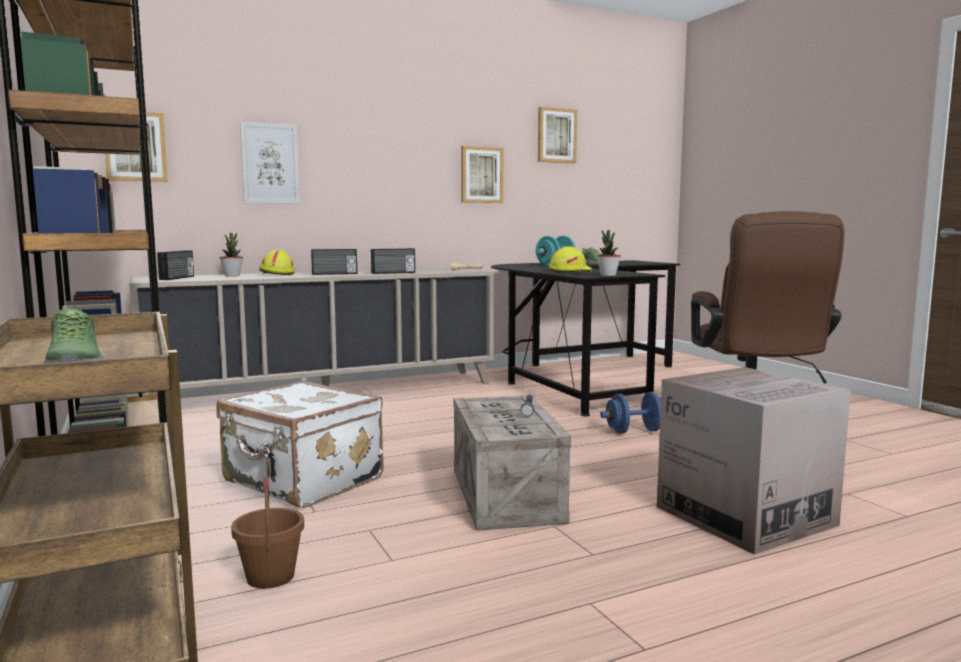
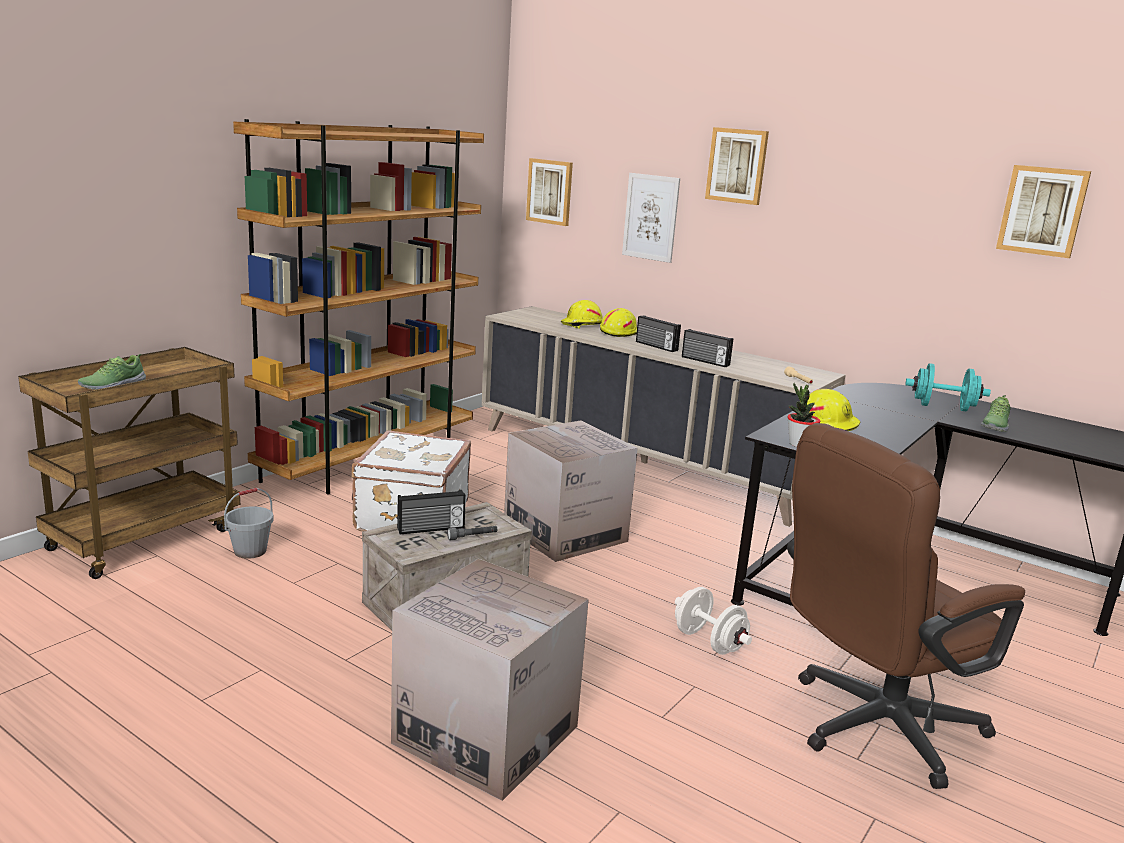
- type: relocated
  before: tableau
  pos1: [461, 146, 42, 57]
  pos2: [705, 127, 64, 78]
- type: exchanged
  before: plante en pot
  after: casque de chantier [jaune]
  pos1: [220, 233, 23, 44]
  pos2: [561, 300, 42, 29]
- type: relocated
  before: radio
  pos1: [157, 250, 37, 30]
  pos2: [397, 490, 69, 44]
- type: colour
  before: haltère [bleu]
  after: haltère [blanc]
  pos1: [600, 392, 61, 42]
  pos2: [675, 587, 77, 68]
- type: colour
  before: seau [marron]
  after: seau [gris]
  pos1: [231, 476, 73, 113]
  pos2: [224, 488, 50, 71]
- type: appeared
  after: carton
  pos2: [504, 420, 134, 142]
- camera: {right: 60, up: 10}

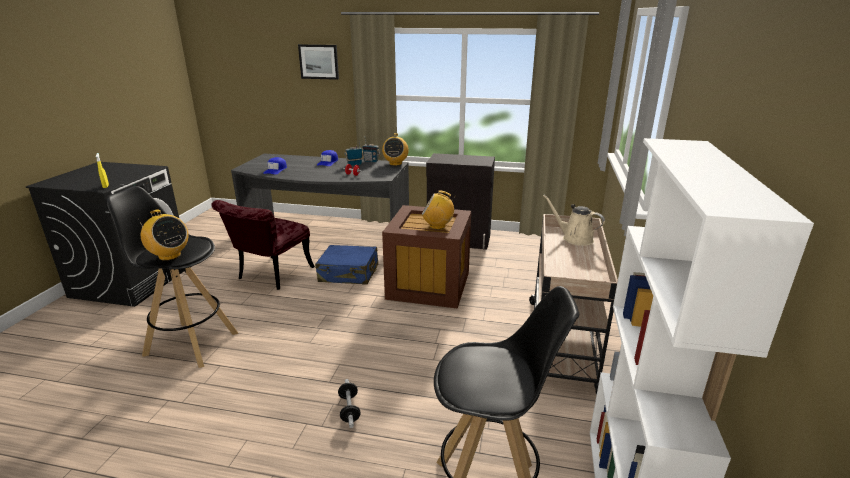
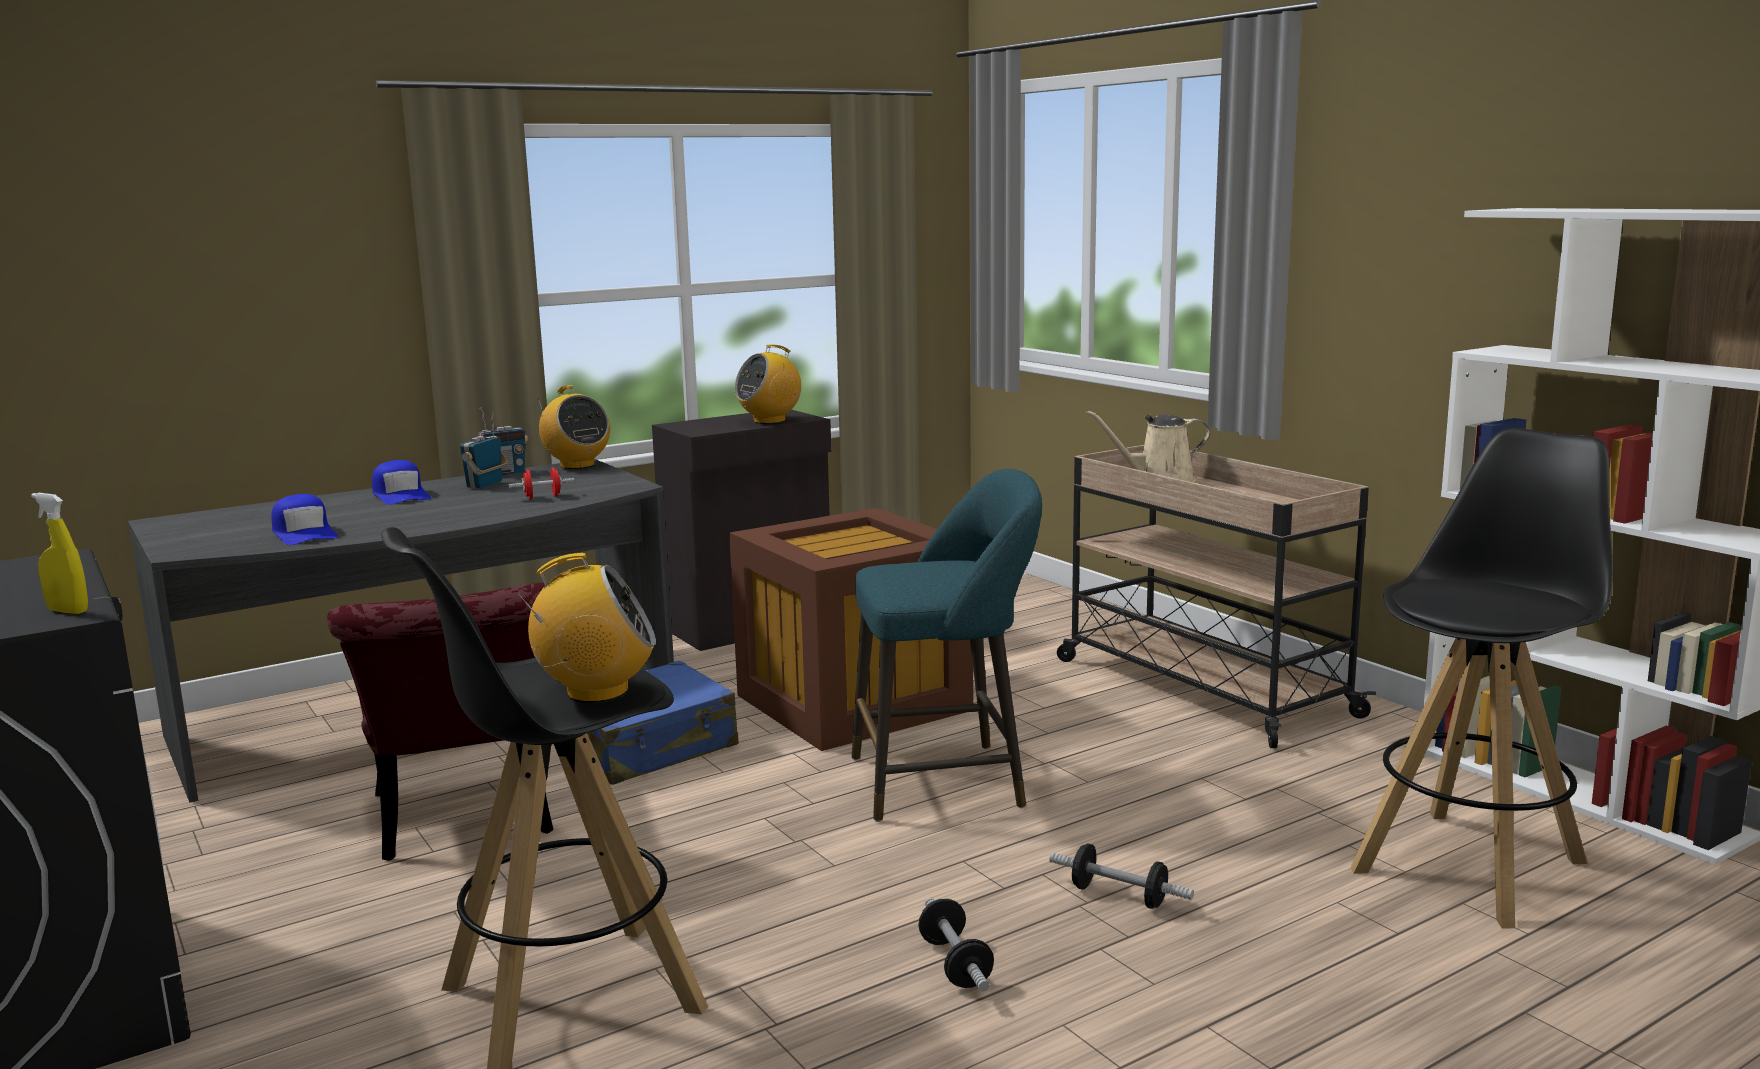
- type: missing
  before: tableau
  pos1: [298, 44, 41, 36]
- type: relocated
  before: radio
  pos1: [422, 190, 32, 40]
  pos2: [735, 344, 66, 80]
- type: appeared
  after: tabouret [turquoise]
  pos2: [852, 469, 190, 353]
- type: appeared
  after: haltère
  pos2: [918, 898, 76, 94]
- camera: {right: -45, up: -10}

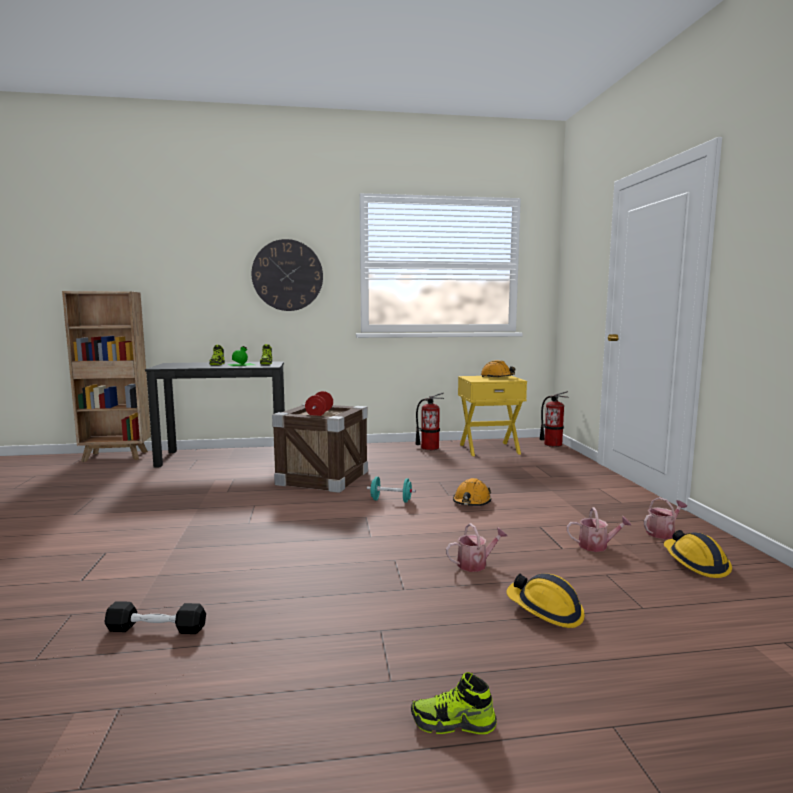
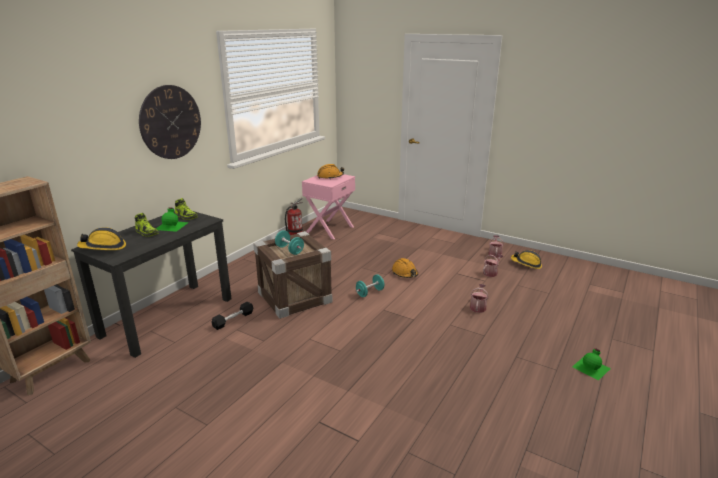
- type: colour
  before: table de chevet [jaune]
  after: table de chevet [rose]
  pos1: [458, 376, 69, 80]
  pos2: [302, 174, 53, 65]
- type: colour
  before: haltère [rouge]
  after: haltère [turquoise]
  pos1: [305, 391, 28, 25]
  pos2: [275, 230, 29, 25]
- type: missing
  before: extincteur
  pos1: [540, 391, 29, 56]
- type: relocated
  before: casque de chantier
  pos1: [506, 573, 79, 55]
  pos2: [77, 227, 49, 23]
- type: relocated
  before: haltère [noir]
  pos1: [105, 601, 101, 33]
  pos2: [212, 302, 41, 28]
- type: exchanged
  before: chaussure
  after: bouteille [vert]
  pos1: [411, 672, 86, 62]
  pos2: [572, 348, 39, 32]
- camera: {right: -50, up: 15}

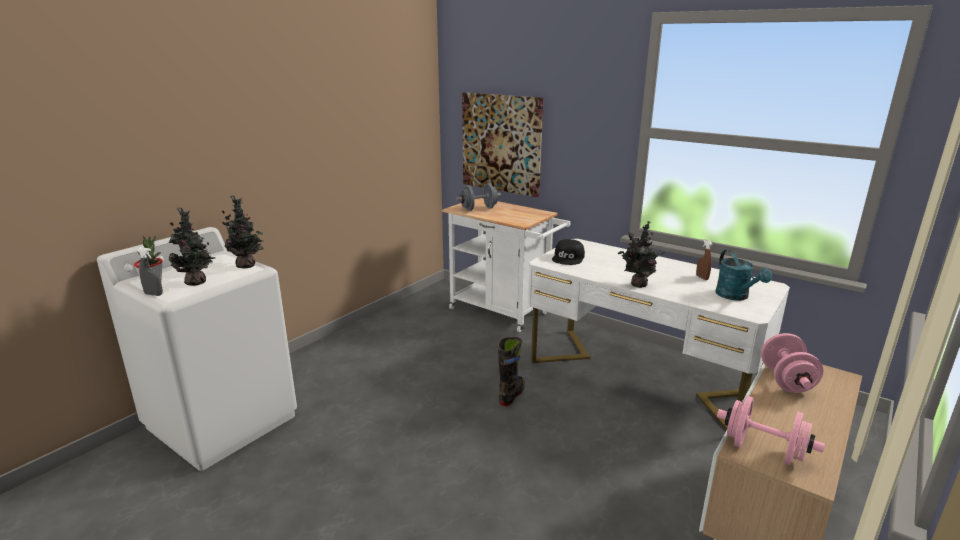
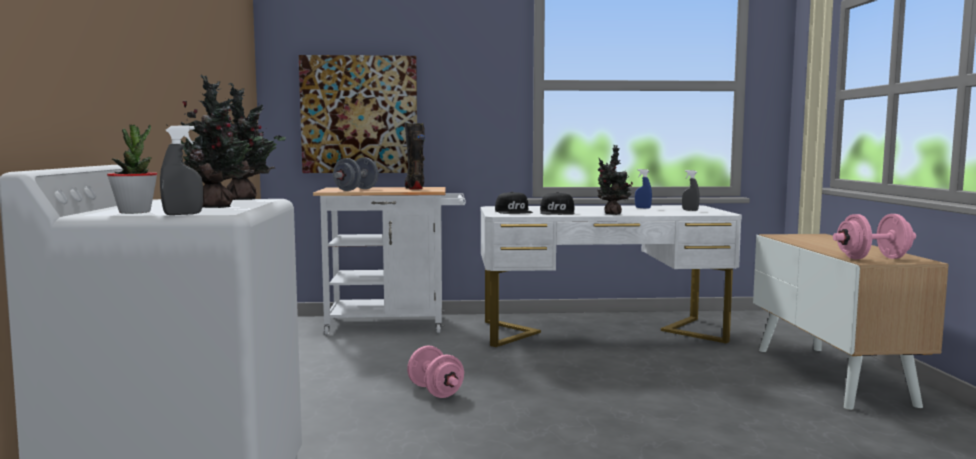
- type: colour
  before: vaporisateur [marron]
  after: vaporisateur [bleu]
  pos1: [696, 239, 16, 41]
  pos2: [635, 169, 17, 40]
- type: exchanged
  before: arrosoir [turquoise]
  after: vaporisateur [gris]
  pos1: [715, 249, 57, 52]
  pos2: [682, 170, 18, 41]
- type: relocated
  before: haltère [rose]
  pos1: [761, 333, 62, 60]
  pos2: [407, 346, 57, 52]
- type: relocated
  before: botte [noir]
  pos1: [498, 337, 27, 69]
  pos2: [404, 122, 21, 68]
- type: appeared
  after: casquette [noir]
  pos2: [540, 192, 35, 23]
- camera: {right: -40, up: -15}

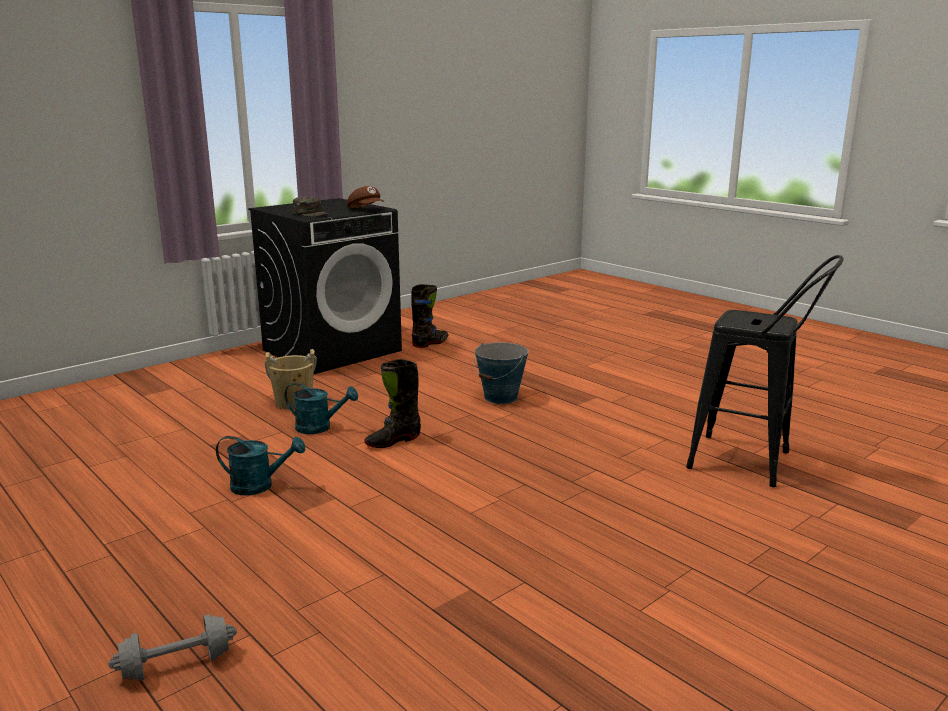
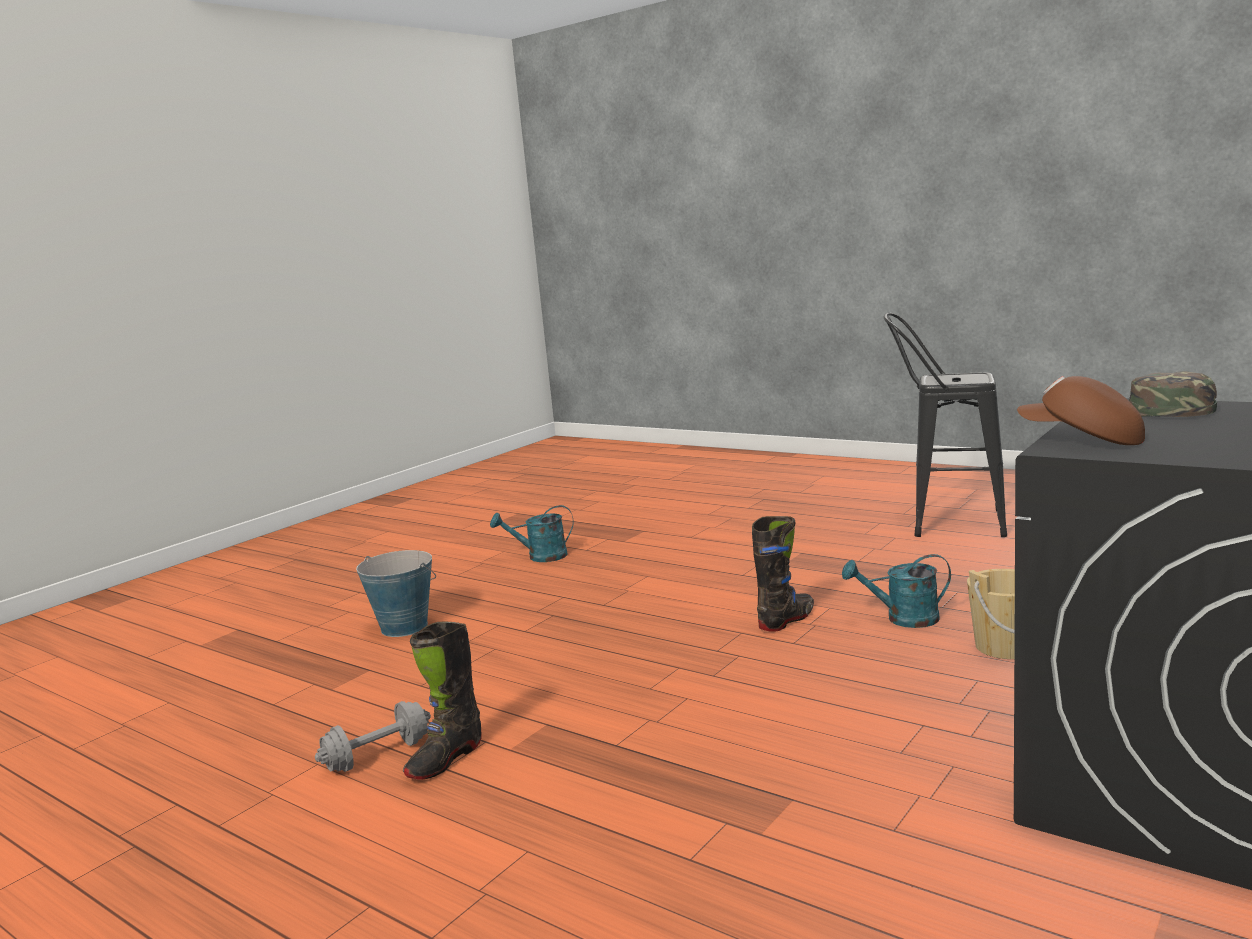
- type: relocated
  before: tabouret [noir]
  pos1: [686, 255, 158, 232]
  pos2: [884, 313, 123, 224]
- type: relocated
  before: botte [noir]
  pos1: [411, 284, 37, 64]
  pos2: [403, 622, 79, 158]
- type: relocated
  before: seau
  pos1: [474, 342, 54, 62]
  pos2: [356, 550, 80, 87]
- type: relocated
  before: arrosoir [turquoise]
  pos1: [216, 436, 89, 60]
  pos2: [490, 505, 83, 57]
- type: relocated
  before: haltère [gris]
  pos1: [108, 614, 129, 67]
  pos2: [315, 701, 116, 71]
- camera: {right: 170, up: -5}

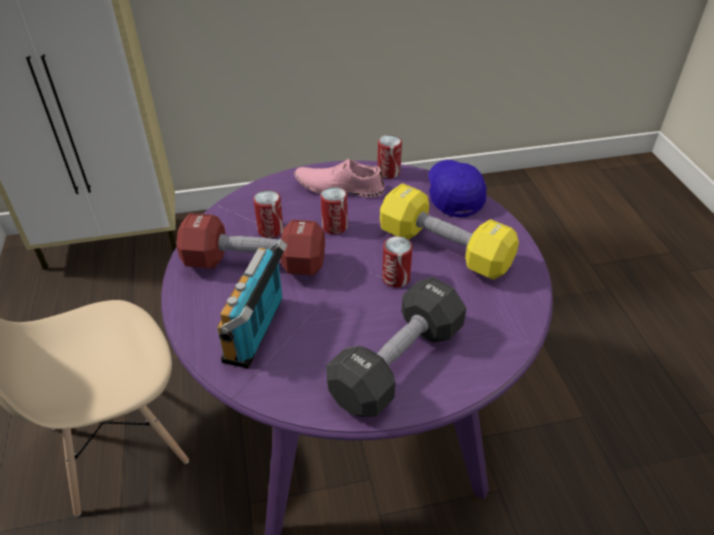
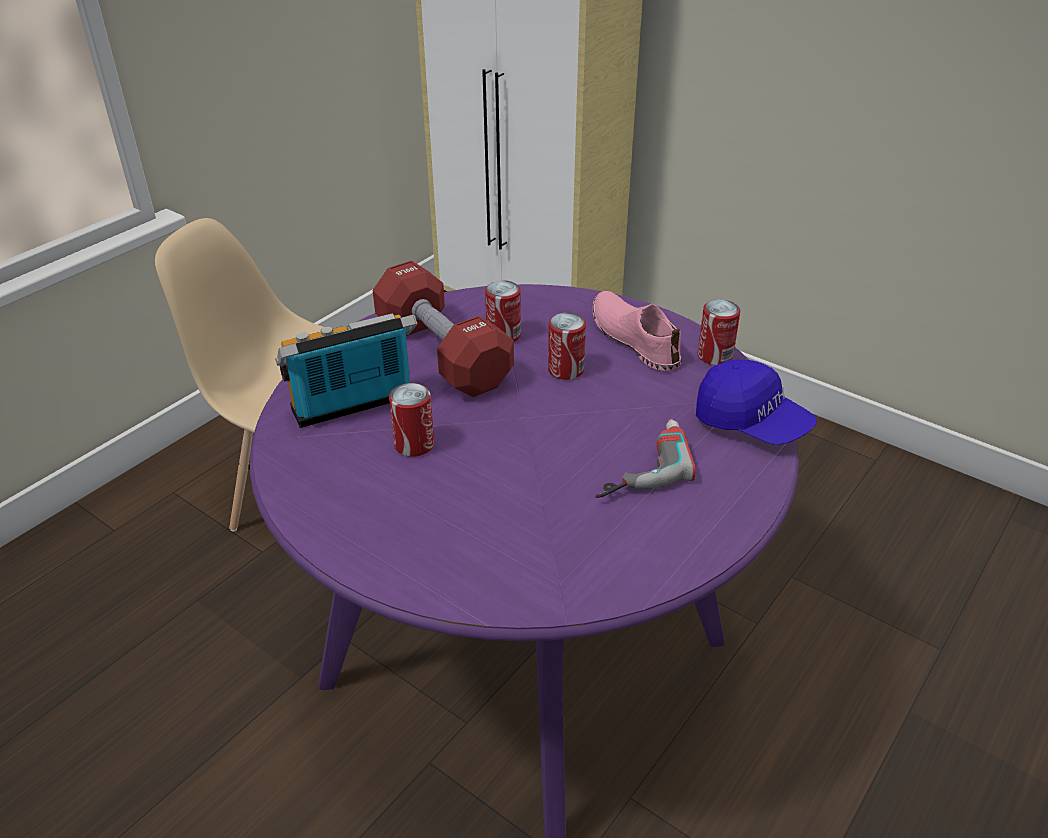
- type: spun
  before: casquette [bleu]
  pos1: [428, 160, 59, 57]
  pos2: [696, 359, 121, 86]
  turn: 90
- type: exchanged
  before: haltère [jaune]
  after: perceuse
  pos1: [380, 183, 139, 97]
  pos2: [595, 419, 101, 79]
- type: relocated
  before: boîte métallique
  pos1: [382, 236, 31, 52]
  pos2: [389, 383, 45, 74]
- type: missing
  before: haltère [noir]
  pos1: [326, 277, 140, 140]
- camera: {right: 50, up: -5}

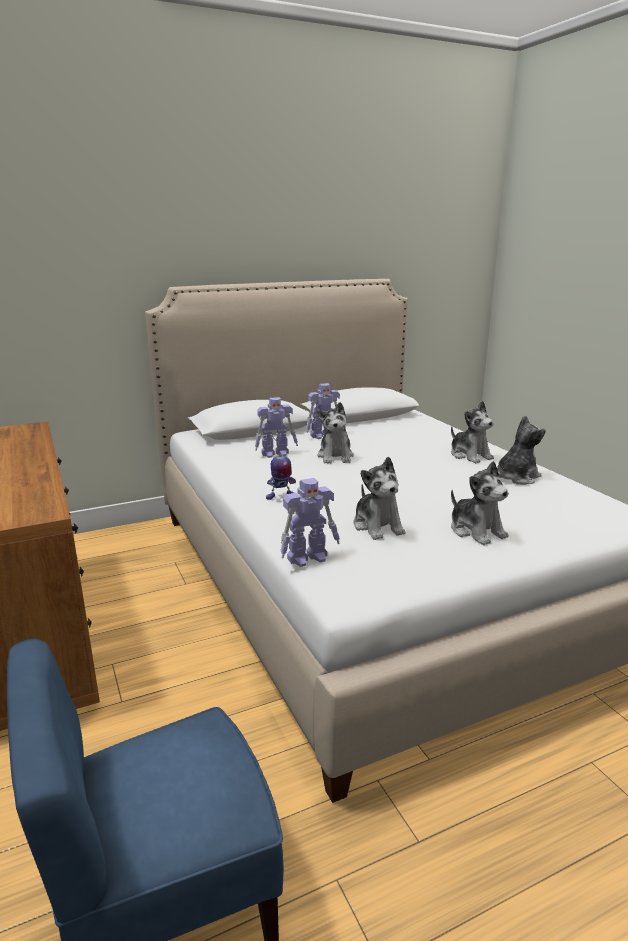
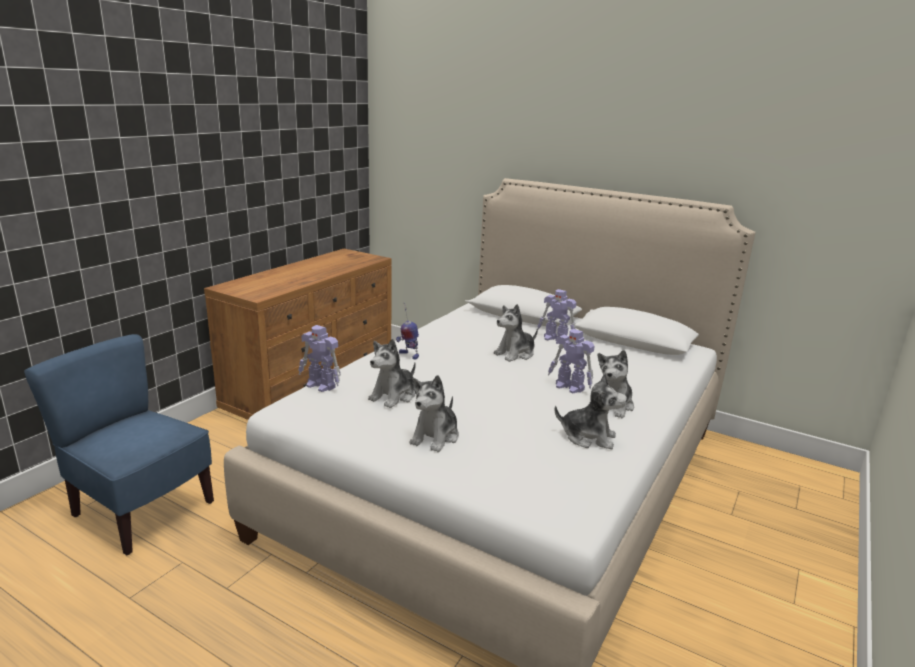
- type: relocated
  before: robot jouet
  pos1: [255, 397, 43, 61]
  pos2: [548, 329, 47, 64]
- camera: {right: 55, up: 0}

